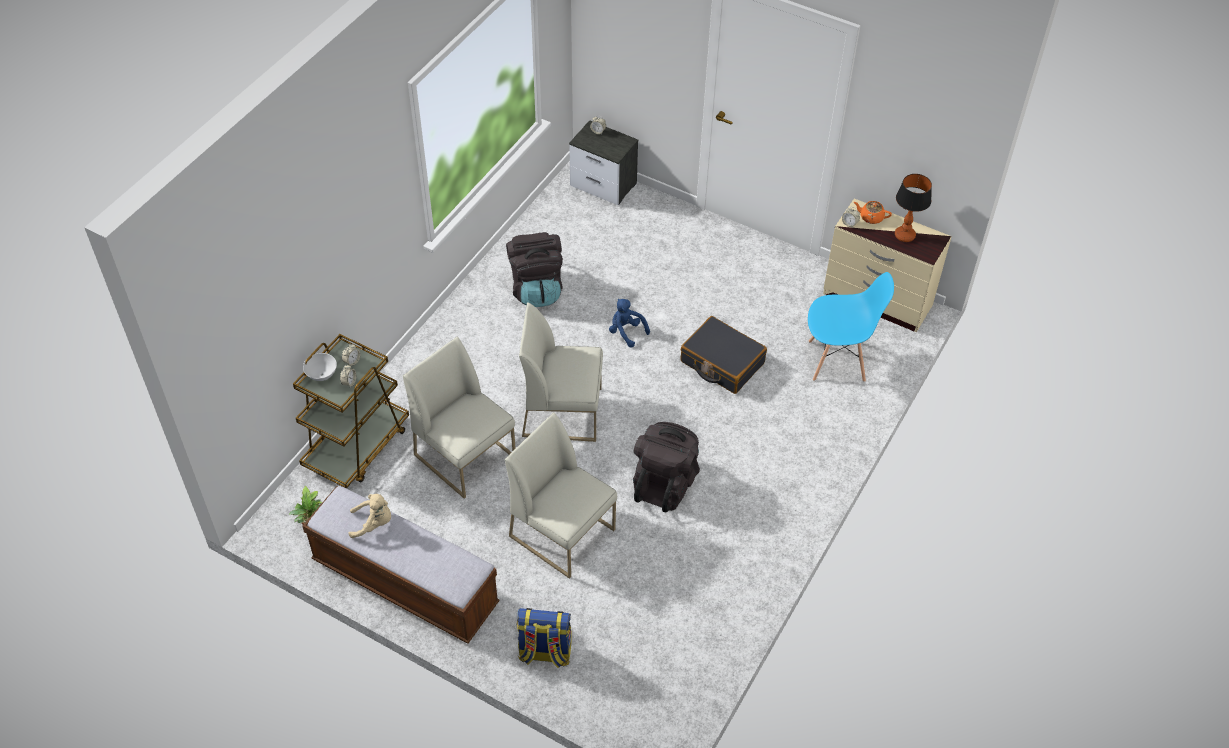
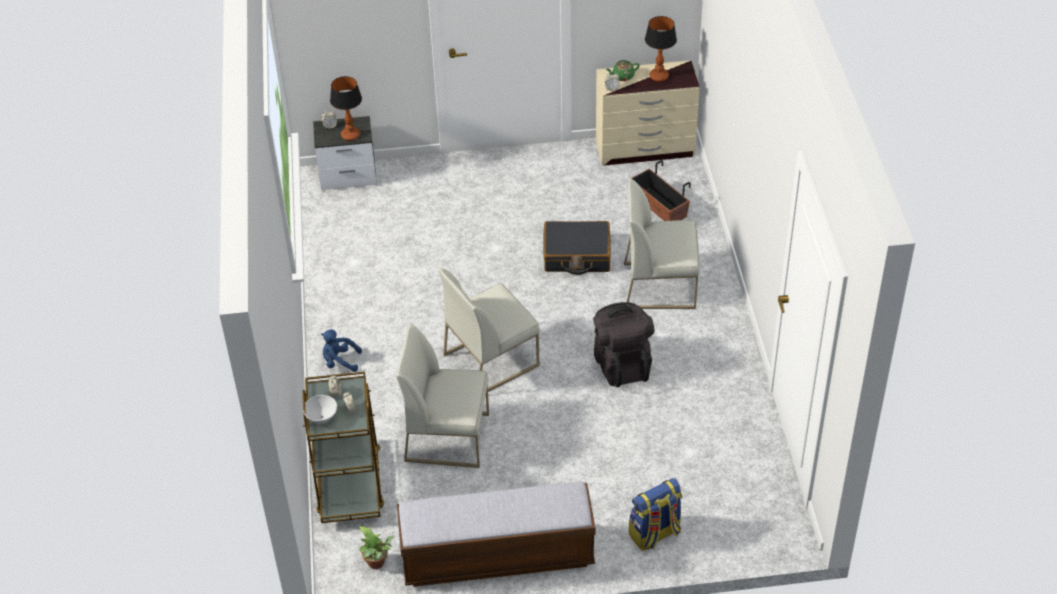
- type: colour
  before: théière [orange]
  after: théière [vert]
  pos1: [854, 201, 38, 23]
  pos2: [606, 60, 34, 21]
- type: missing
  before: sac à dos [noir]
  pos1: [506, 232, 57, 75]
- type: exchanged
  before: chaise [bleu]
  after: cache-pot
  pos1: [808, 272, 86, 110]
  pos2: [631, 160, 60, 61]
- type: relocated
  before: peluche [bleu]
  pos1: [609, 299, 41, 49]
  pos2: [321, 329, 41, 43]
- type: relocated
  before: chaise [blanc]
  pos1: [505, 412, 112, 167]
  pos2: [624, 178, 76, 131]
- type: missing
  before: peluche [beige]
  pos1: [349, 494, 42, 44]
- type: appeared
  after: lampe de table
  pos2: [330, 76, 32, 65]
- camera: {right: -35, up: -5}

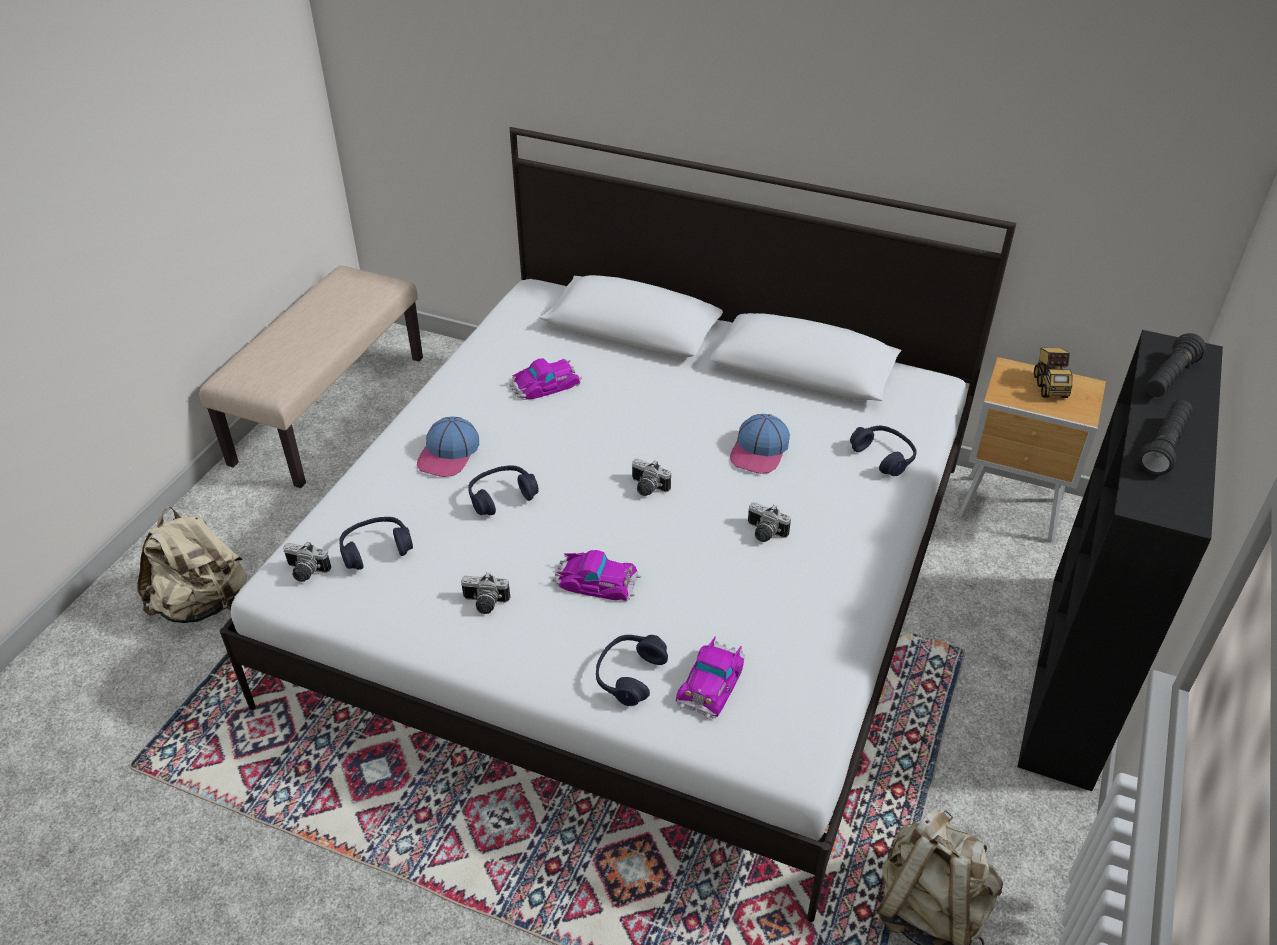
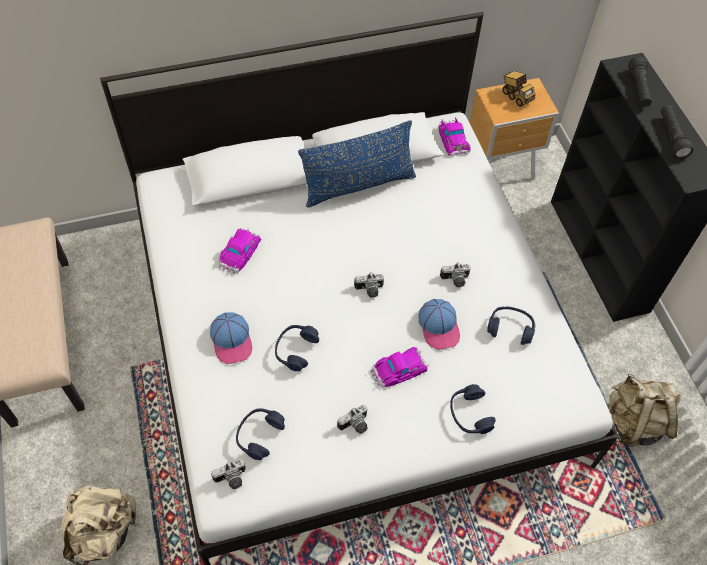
- type: relocated
  before: casquette
  pos1: [730, 414, 60, 60]
  pos2: [418, 299, 42, 51]
- type: relocated
  before: casque audio [bleu]
  pos1: [850, 426, 67, 50]
  pos2: [487, 307, 48, 38]
- type: relocated
  before: petite voiture
  pos1: [676, 636, 69, 83]
  pos2: [438, 117, 32, 40]
- type: appeared
  after: coussin [bleu]
  pos2: [298, 120, 118, 88]
- camera: {right: -40, up: 15}

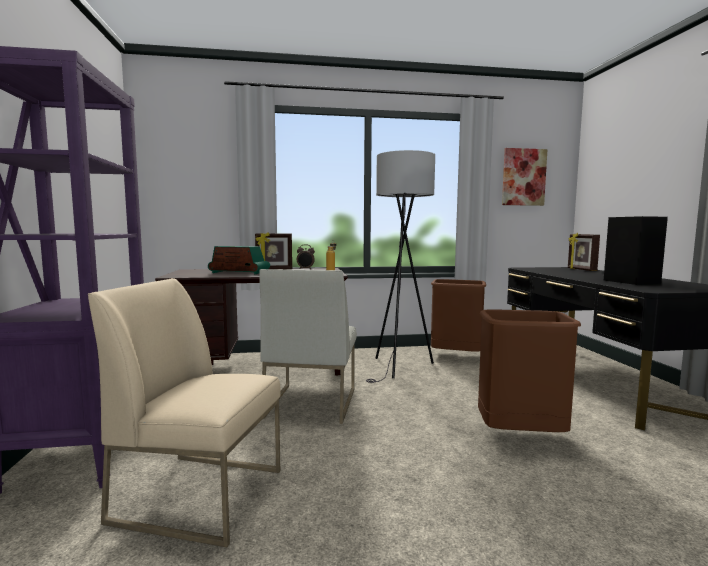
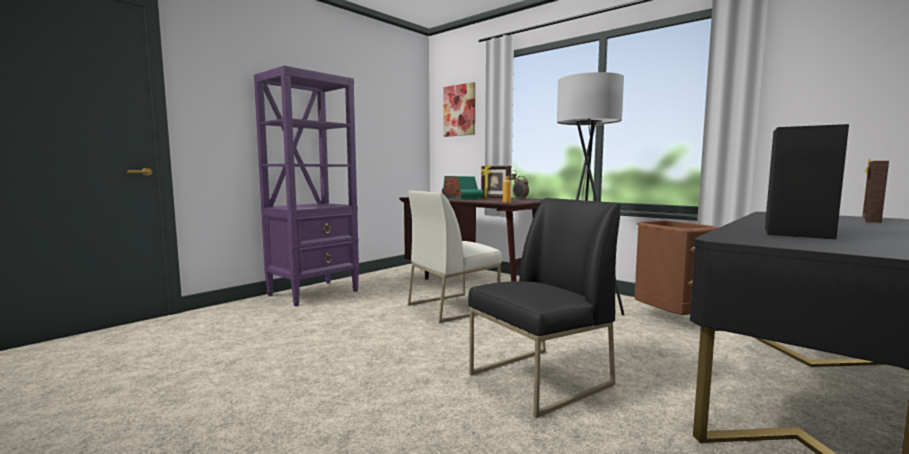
- type: relocated
  before: tableau
  pos1: [502, 148, 46, 58]
  pos2: [443, 82, 32, 55]
- type: missing
  before: chaise [beige]
  pos1: [88, 278, 193, 269]
- type: exchanged
  before: poubelle [marron]
  after: chaise [noir]
  pos1: [478, 309, 103, 123]
  pos2: [468, 198, 153, 220]
- camera: {right: 50, up: 0}

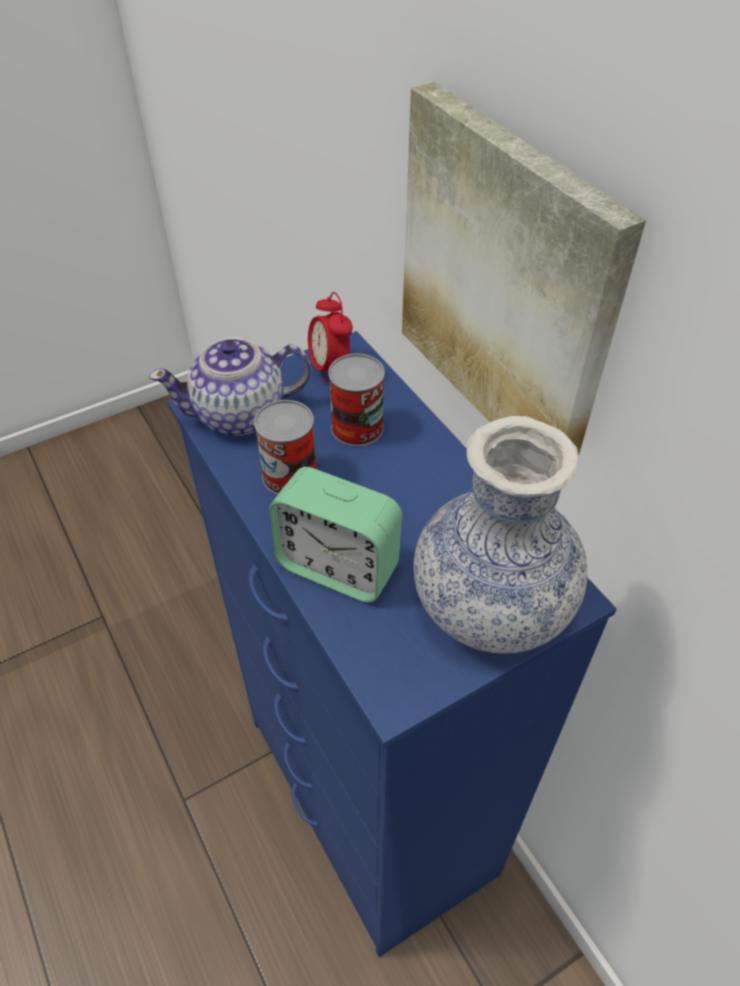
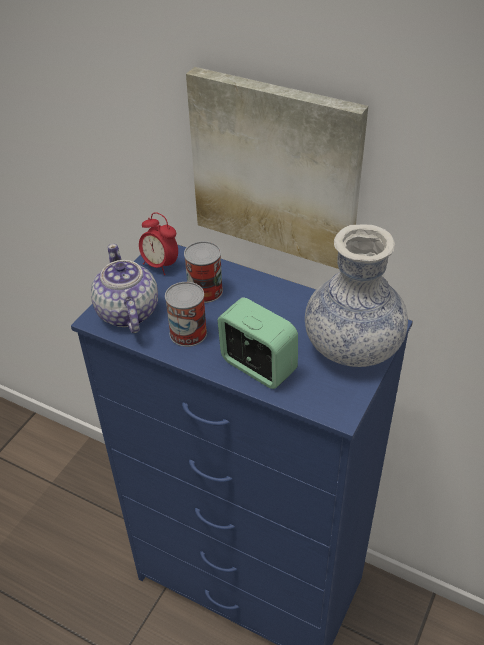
- type: spun
  before: théière
  pos1: [149, 337, 163, 99]
  pos2: [91, 244, 67, 89]
  turn: 120
- type: spun
  before: réveil
  pos1: [269, 467, 133, 136]
  pos2: [218, 298, 80, 91]
  turn: -135
- camera: {right: -30, up: -5}

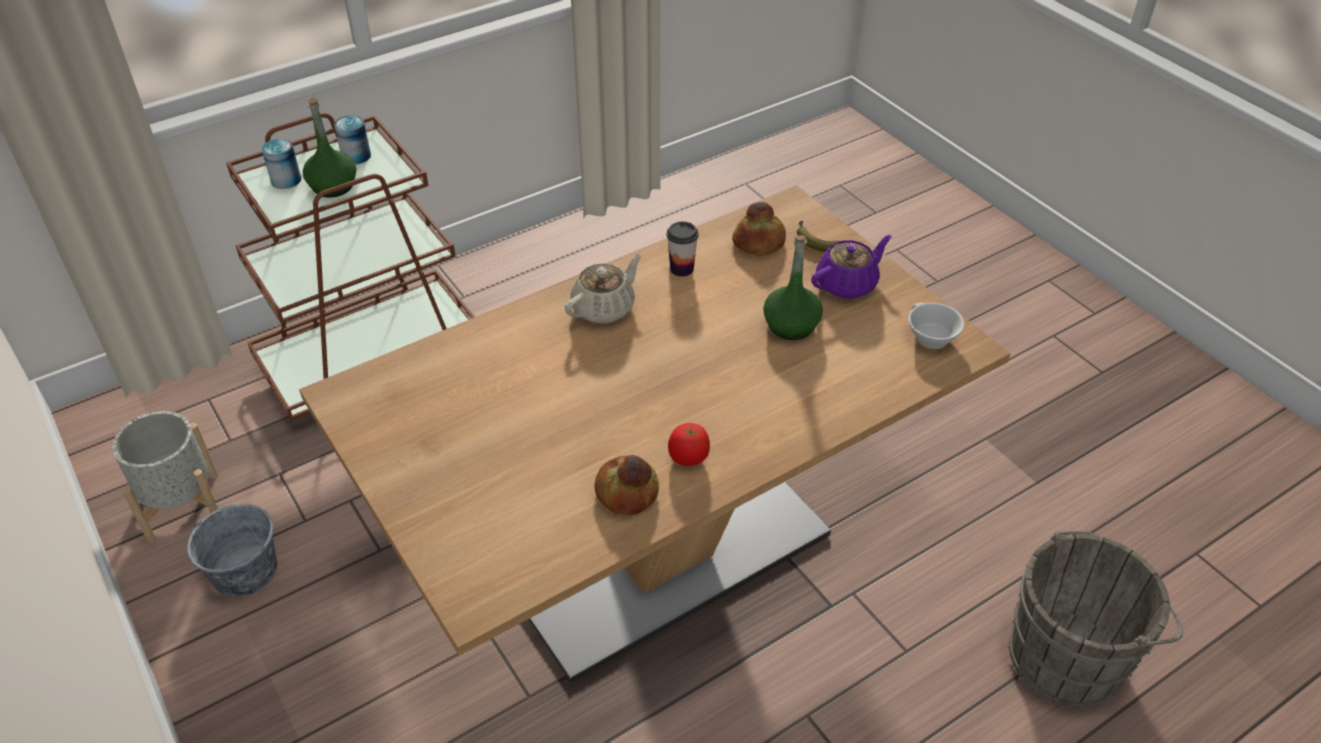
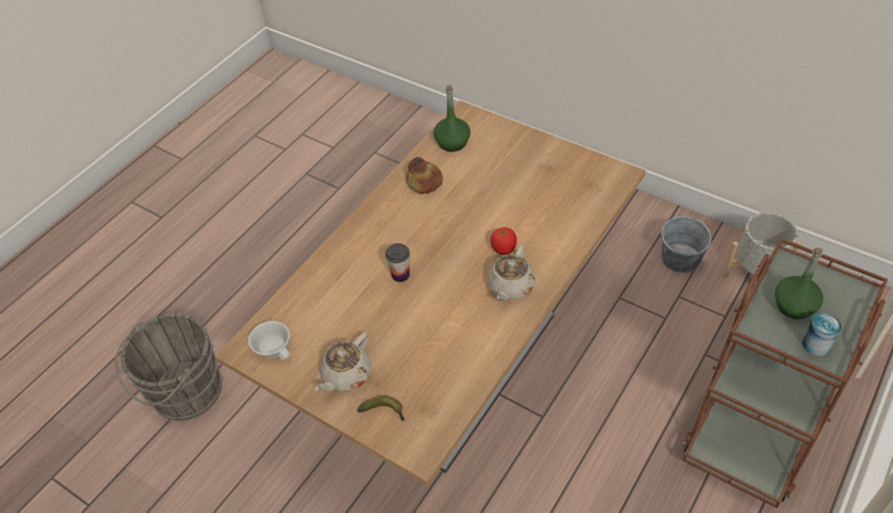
- type: missing
  before: boîte métallique
  pos1: [262, 139, 39, 50]
- type: missing
  before: pain
  pos1: [732, 202, 54, 54]
- type: relocated
  before: tasse
  pos1: [667, 221, 32, 56]
  pos2: [385, 243, 25, 39]
- type: relocated
  before: bouteille [vert]
  pos1: [763, 235, 60, 105]
  pos2: [433, 85, 38, 67]
- type: colour
  before: théière [violet]
  after: théière [beige]
  pos1: [811, 235, 81, 64]
  pos2: [315, 333, 56, 59]
- type: relocated
  before: tomate
  pos1: [668, 423, 42, 43]
  pos2: [490, 227, 27, 28]
- camera: {right: 160, up: 5}

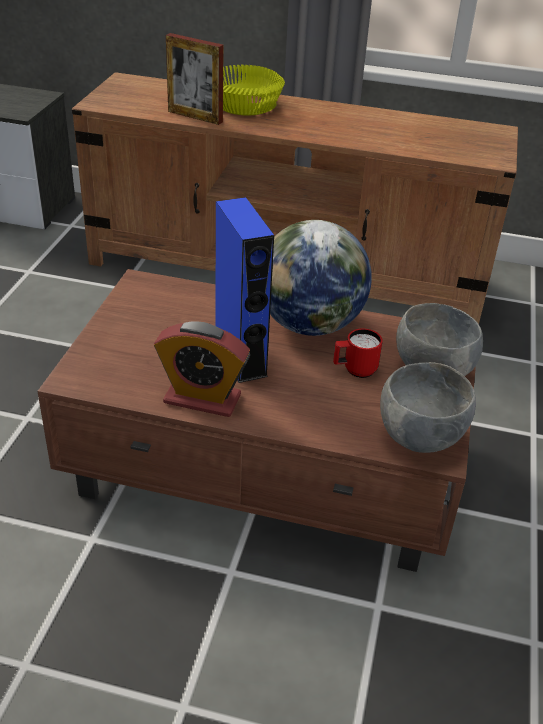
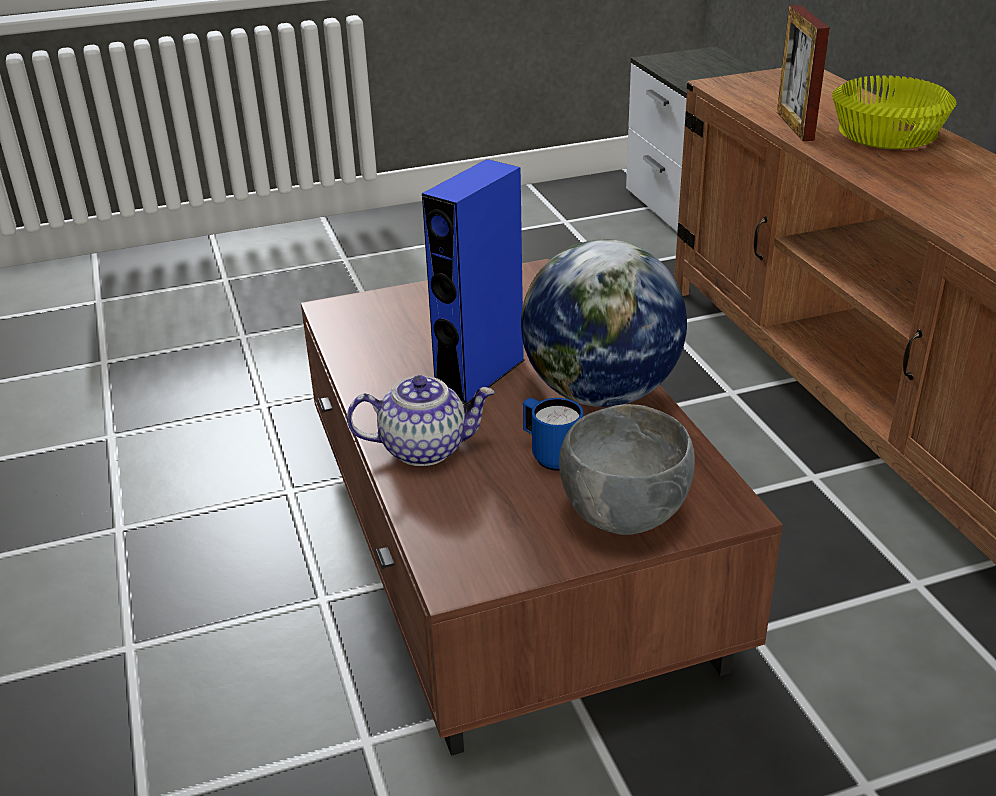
- type: missing
  before: réveil
  pos1: [154, 322, 96, 95]
- type: colour
  before: mug [rouge]
  after: mug [bleu]
  pos1: [333, 328, 50, 50]
  pos2: [523, 398, 60, 73]
- type: missing
  before: bol [gris]
  pos1: [380, 362, 96, 91]
- type: appeared
  after: théière
  pos2: [347, 375, 147, 91]
- camera: {right: 60, up: -5}

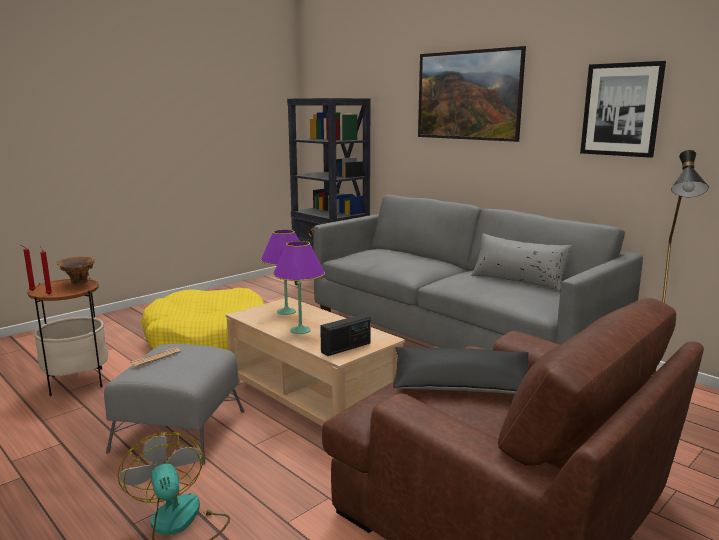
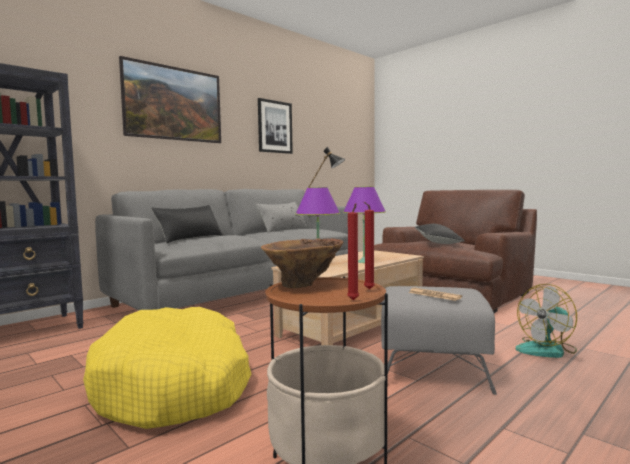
- type: missing
  before: radio
  pos1: [320, 314, 51, 42]
- type: appeared
  after: coussin [noir]
  pos2: [151, 205, 72, 38]
- camera: {right: -90, up: -10}

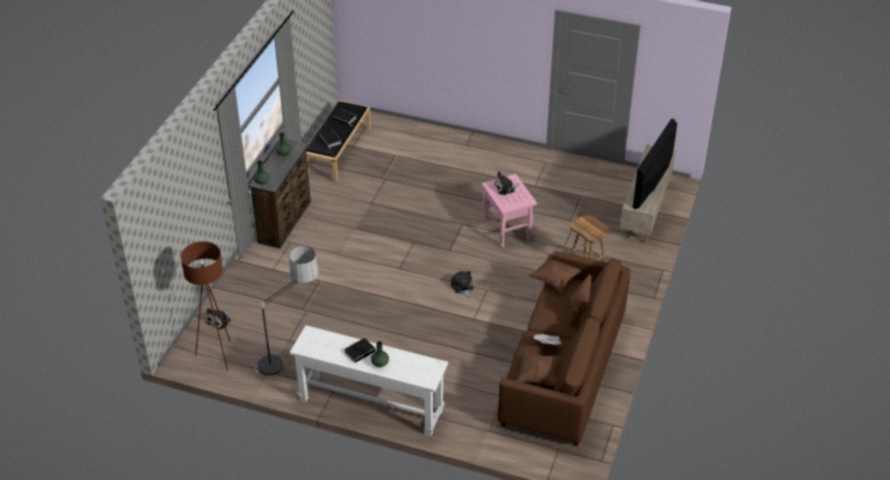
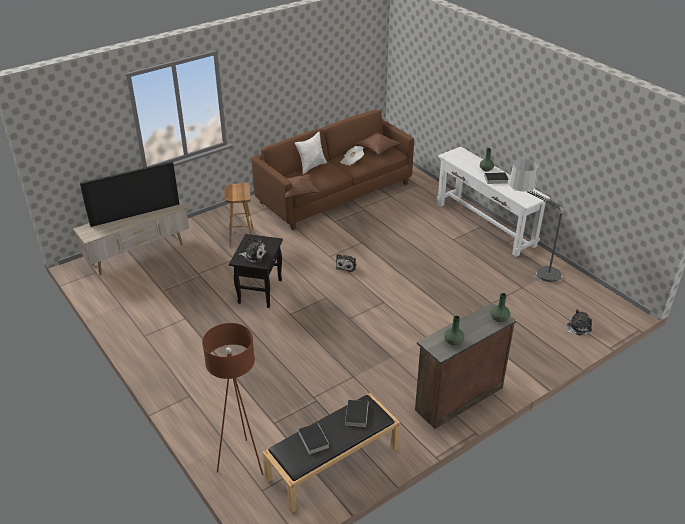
- type: colour
  before: table d'appoint [rose]
  after: table d'appoint [noir]
  pos1: [482, 174, 55, 73]
  pos2: [229, 234, 54, 74]
- type: relocated
  before: lampadaire [marron]
  pos1: [181, 241, 50, 130]
  pos2: [202, 323, 61, 152]
- type: colour
  before: coussin [marron]
  after: coussin [blanc]
  pos1: [569, 274, 22, 53]
  pos2: [295, 132, 32, 42]
- camera: {right: -145, up: -5}

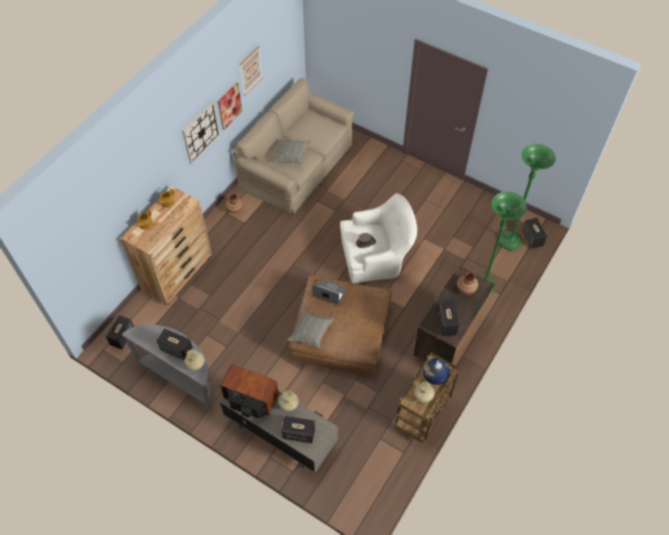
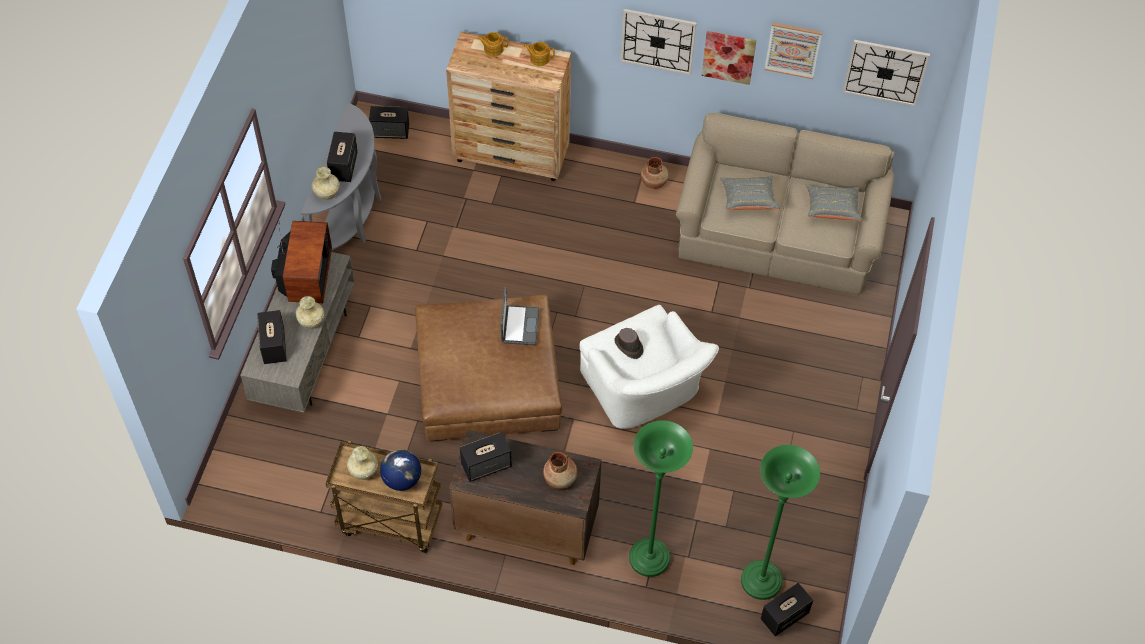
- type: relocated
  before: coussin [gris]
  pos1: [287, 311, 47, 37]
  pos2: [806, 184, 56, 37]
- type: appeared
  after: horloge murale
  pos2: [842, 40, 88, 66]
- camera: {right: 70, up: 0}

